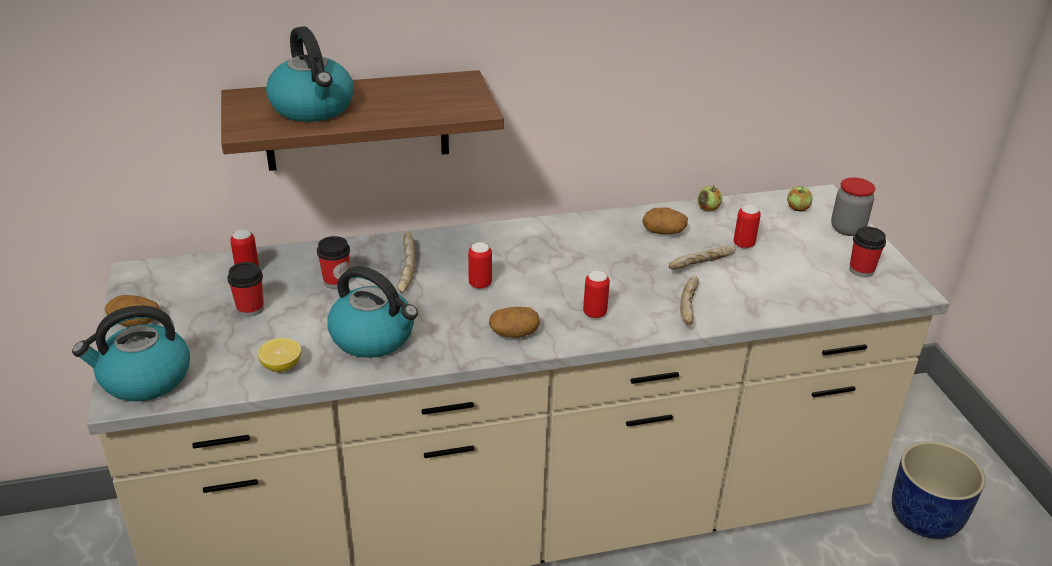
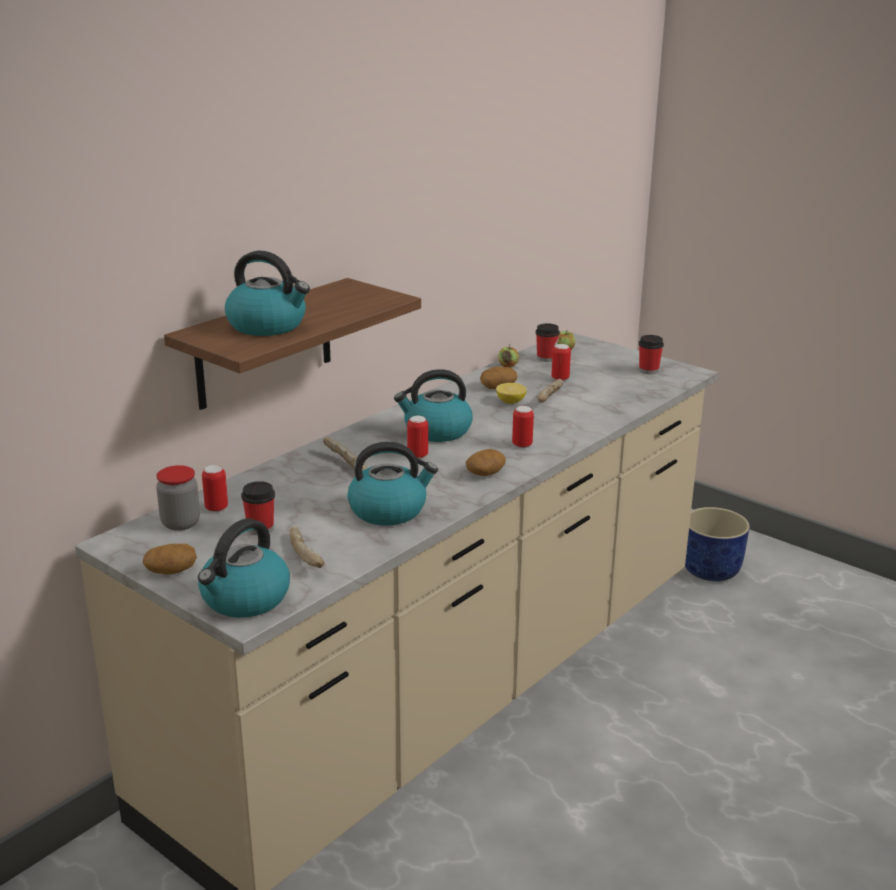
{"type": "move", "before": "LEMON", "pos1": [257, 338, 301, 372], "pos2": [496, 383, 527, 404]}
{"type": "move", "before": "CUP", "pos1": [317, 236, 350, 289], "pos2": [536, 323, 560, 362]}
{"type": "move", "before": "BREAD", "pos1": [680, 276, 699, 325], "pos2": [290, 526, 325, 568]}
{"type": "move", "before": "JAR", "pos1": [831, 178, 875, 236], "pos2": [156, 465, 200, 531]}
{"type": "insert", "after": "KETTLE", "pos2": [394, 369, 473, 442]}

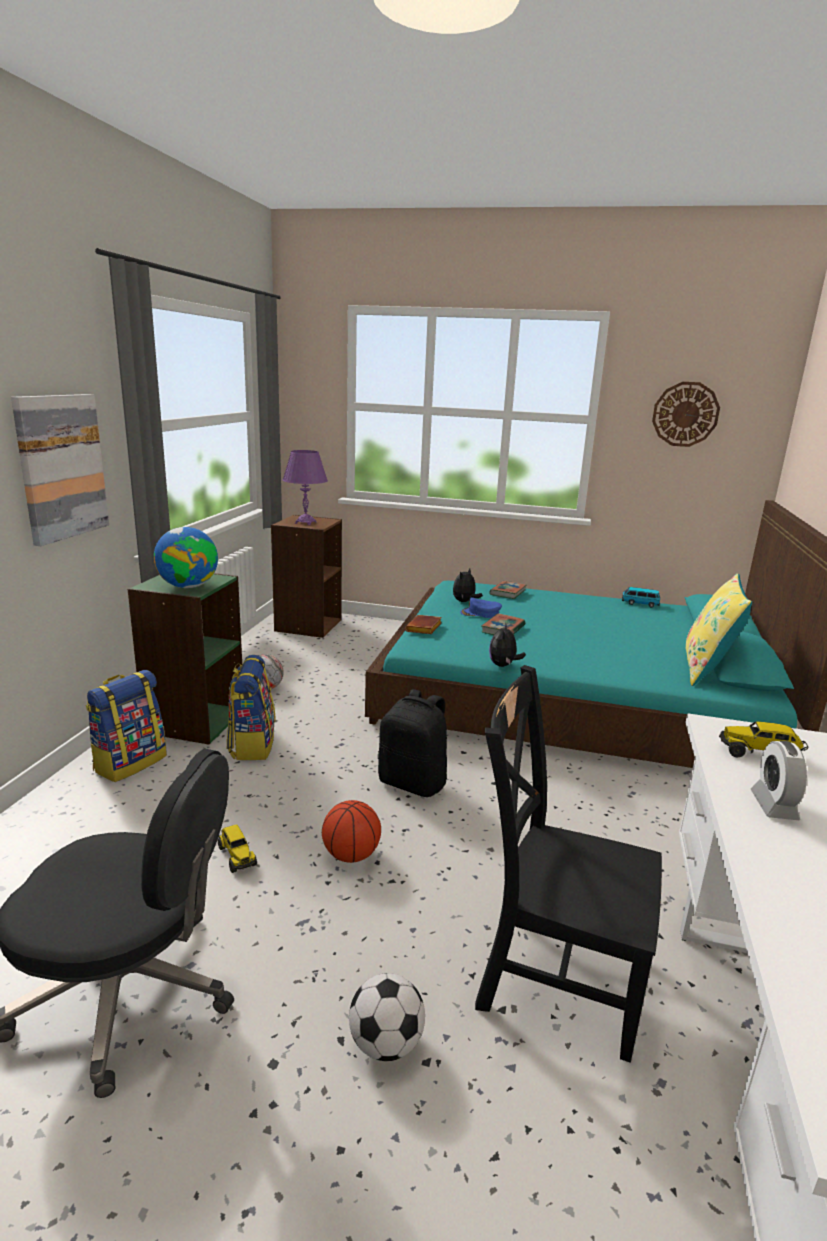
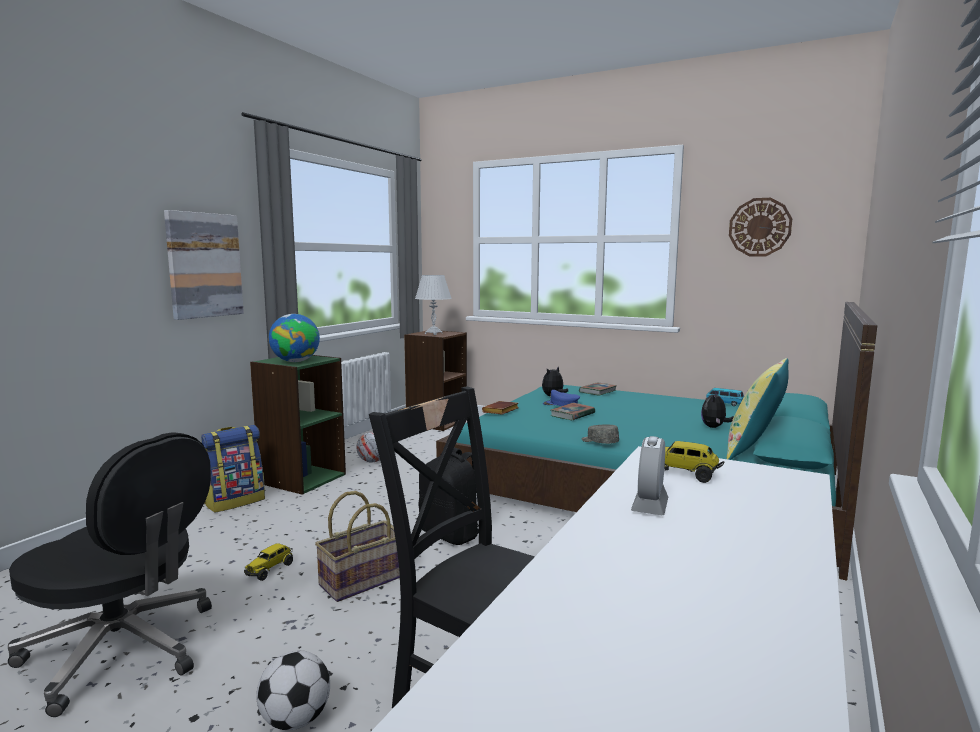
{"type": "rotate", "before": "TOY TRUCK", "pos1": [218, 825, 257, 873], "pos2": [244, 543, 293, 581], "turn": 45}
{"type": "delete", "before": "BACKPACK", "pos1": [227, 655, 276, 760]}
{"type": "recolor", "before": "PURPLE TABLE LAMP", "after": "WHITE TABLE LAMP", "pos1": [283, 450, 328, 525], "pos2": [415, 275, 452, 335]}
{"type": "replace", "before": "BASKETBALL", "after": "BASKET", "pos1": [322, 800, 381, 863], "pos2": [315, 491, 400, 602]}
{"type": "move", "before": "PLUSH TOY", "pos1": [489, 622, 526, 667], "pos2": [701, 393, 734, 428]}
{"type": "insert", "after": "GREY CAP", "pos2": [581, 425, 619, 444]}

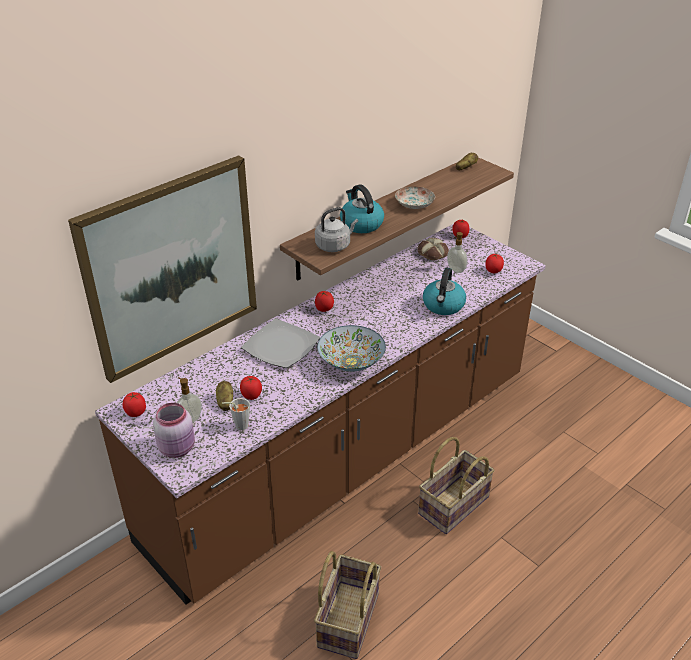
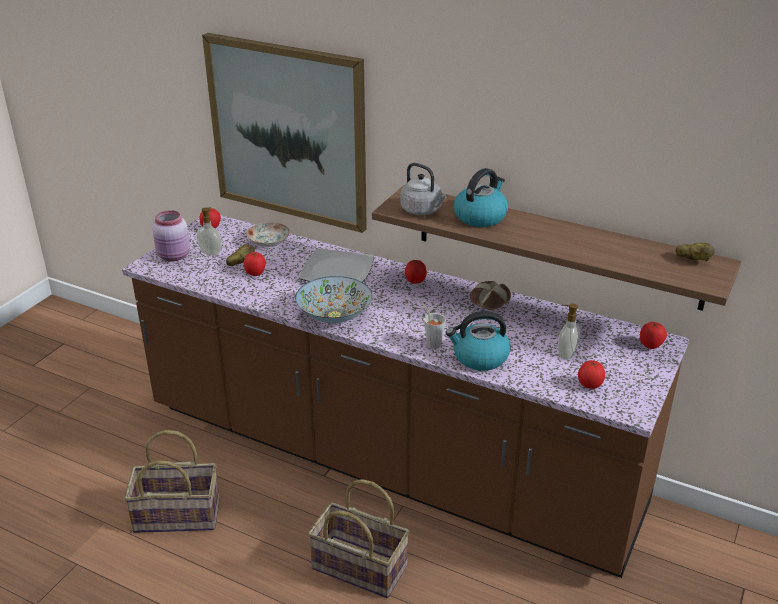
{"type": "move", "before": "GREY CUP", "pos1": [222, 398, 250, 430], "pos2": [422, 304, 446, 348]}
{"type": "move", "before": "PLATE", "pos1": [395, 187, 435, 209], "pos2": [247, 222, 290, 247]}
{"type": "move", "before": "BREAD", "pos1": [418, 238, 449, 260], "pos2": [470, 281, 511, 310]}

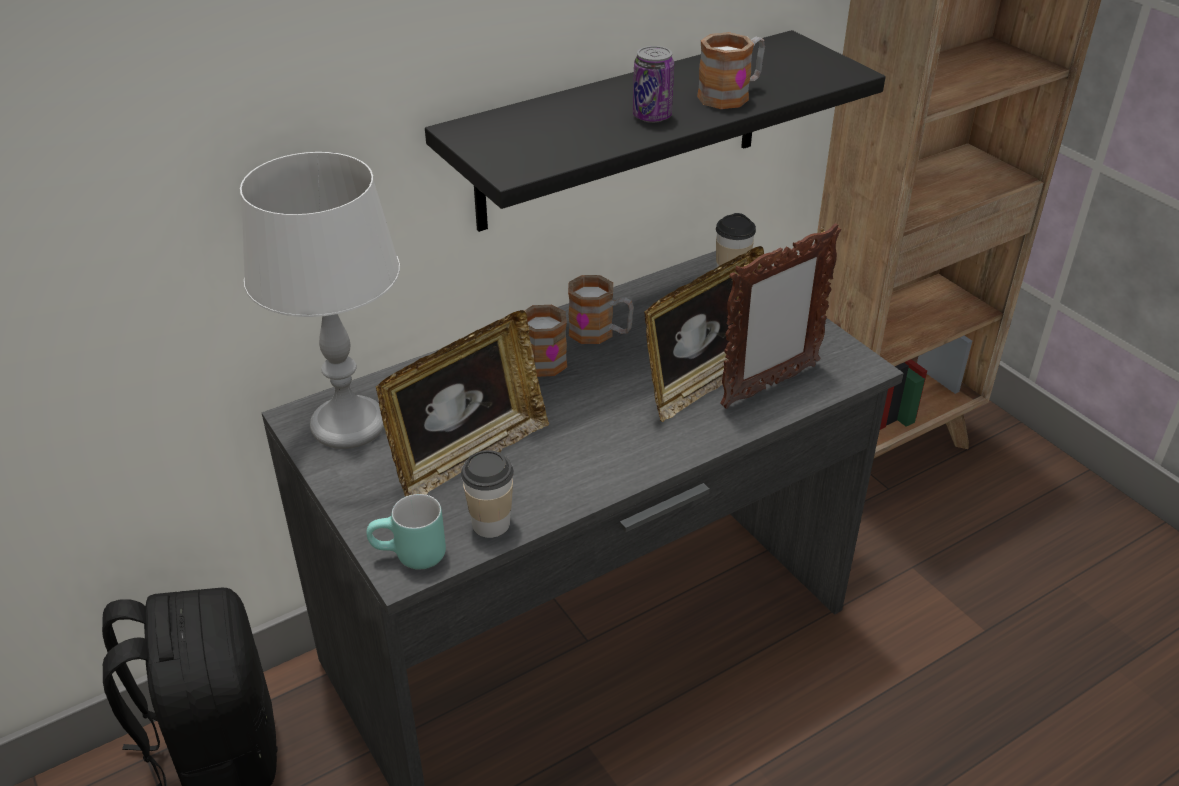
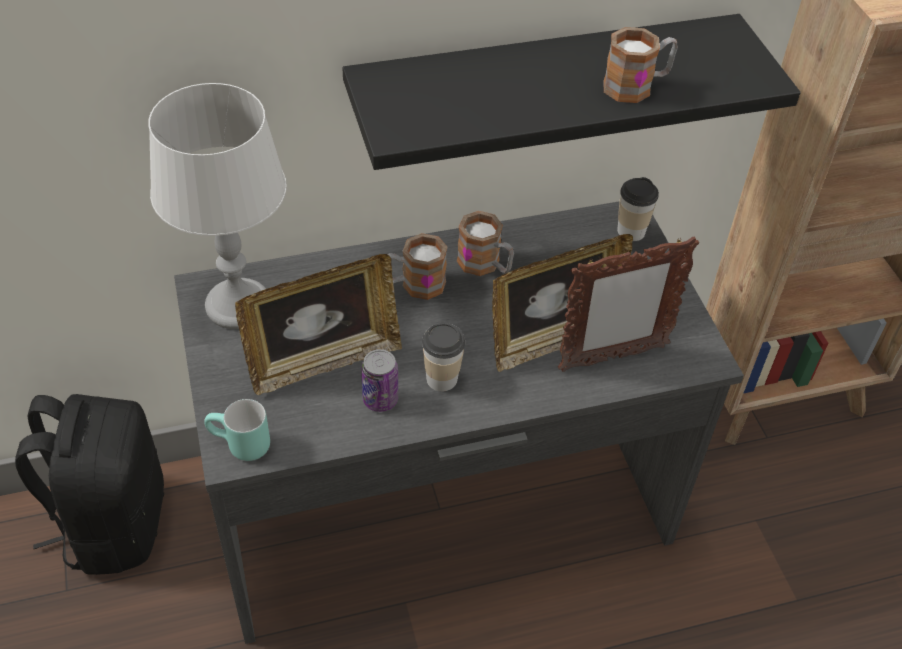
{"type": "move", "before": "CUP", "pos1": [461, 450, 514, 538], "pos2": [422, 323, 465, 392]}
{"type": "move", "before": "CAN", "pos1": [633, 46, 674, 123], "pos2": [361, 349, 398, 412]}

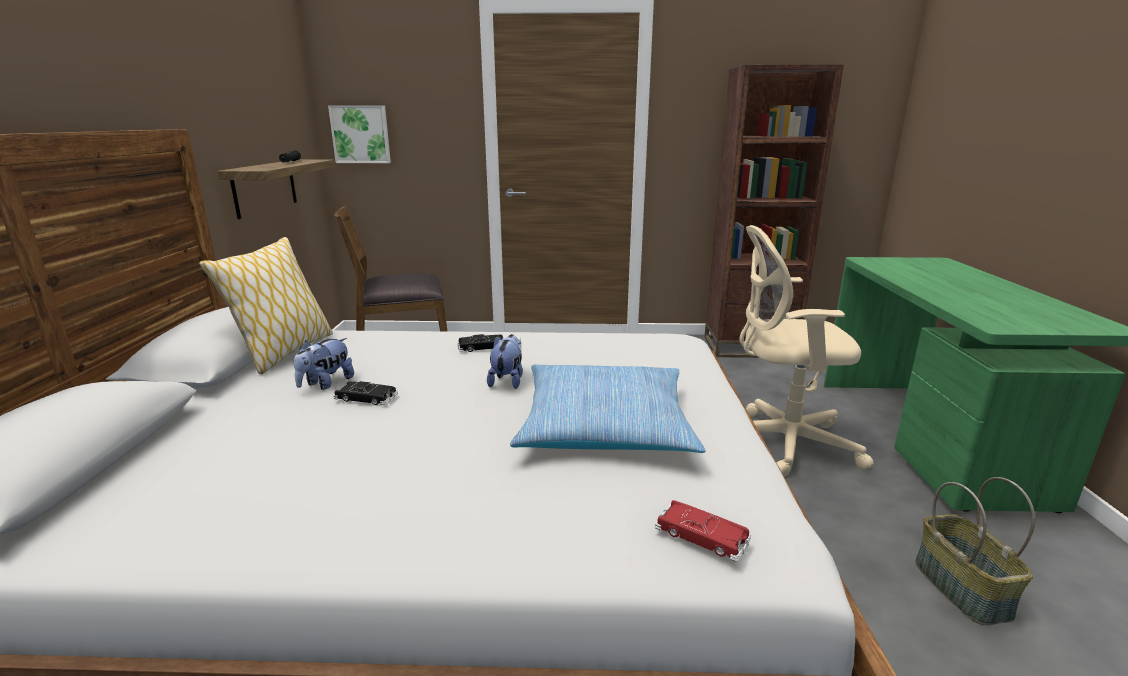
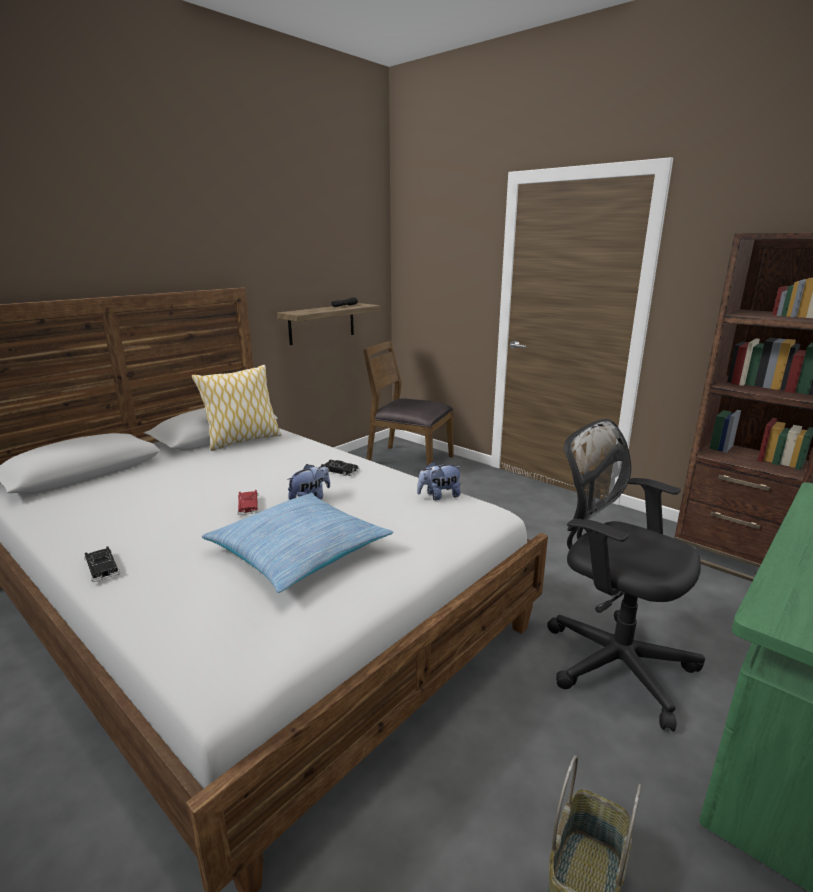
{"type": "move", "before": "PLUSH TOY", "pos1": [294, 338, 354, 390], "pos2": [417, 461, 462, 500]}
{"type": "delete", "before": "PICTURE", "pos1": [328, 105, 391, 163]}
{"type": "move", "before": "BLACK TOY CAR", "pos1": [333, 381, 398, 405], "pos2": [84, 546, 120, 582]}
{"type": "move", "before": "RED TOY CAR", "pos1": [654, 500, 751, 562], "pos2": [237, 490, 259, 515]}
{"type": "recolor", "before": "BEIGE OFFICE CHAIR", "after": "BLACK OFFICE CHAIR", "pos1": [739, 225, 873, 477], "pos2": [547, 419, 705, 732]}

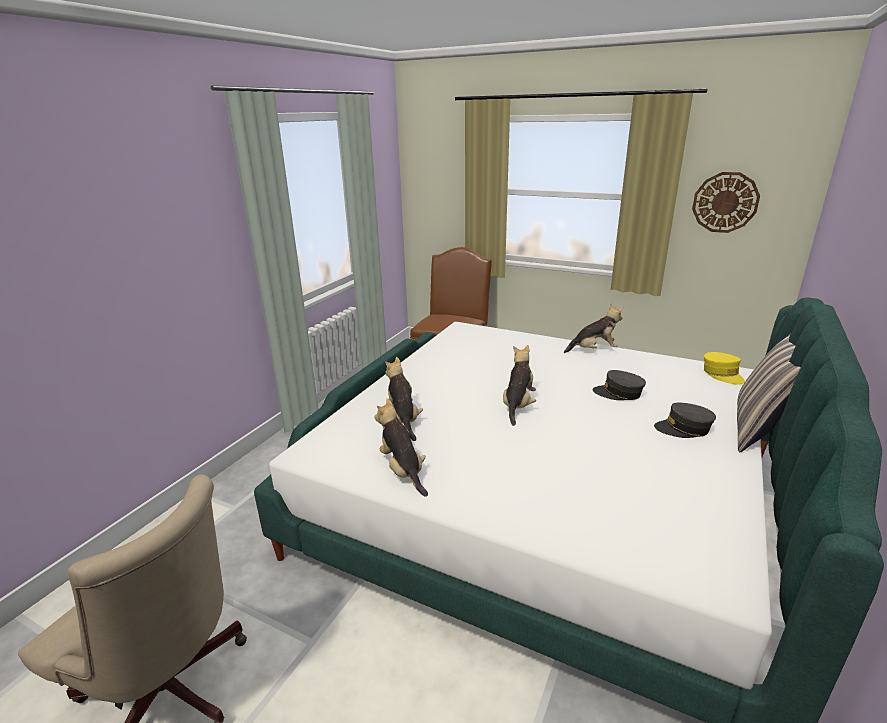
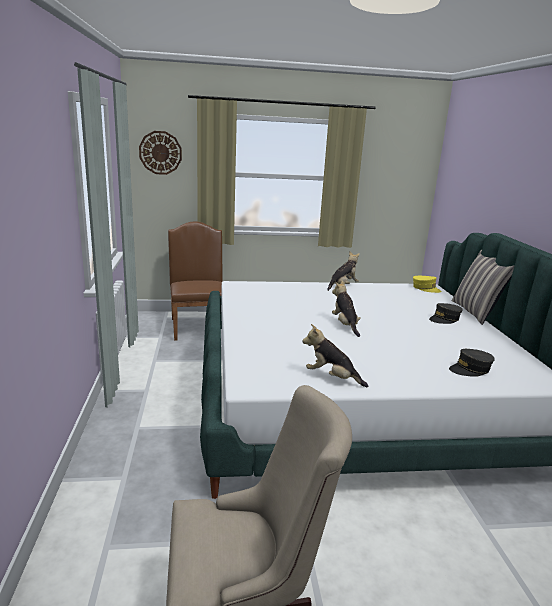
{"type": "delete", "before": "PLUSH TOY", "pos1": [385, 357, 423, 441]}
{"type": "move", "before": "GREY CAP", "pos1": [593, 370, 646, 400], "pos2": [449, 349, 495, 377]}
{"type": "move", "before": "WALL CLOCK", "pos1": [692, 172, 760, 233], "pos2": [139, 131, 182, 175]}

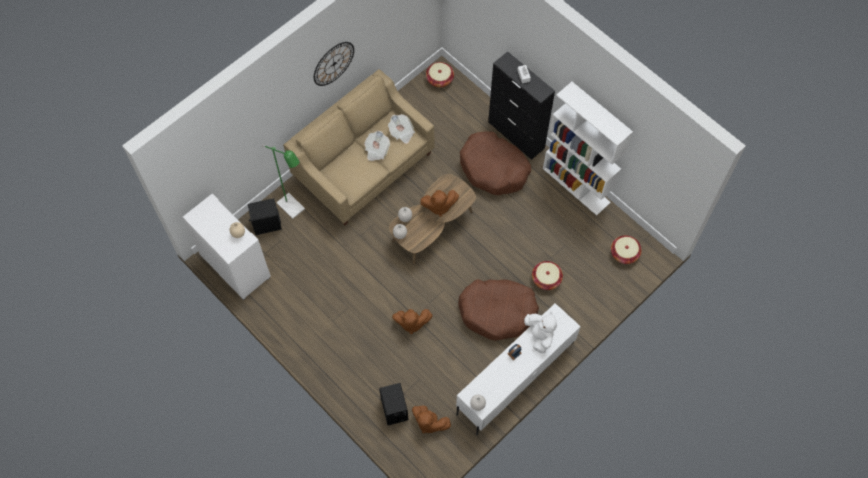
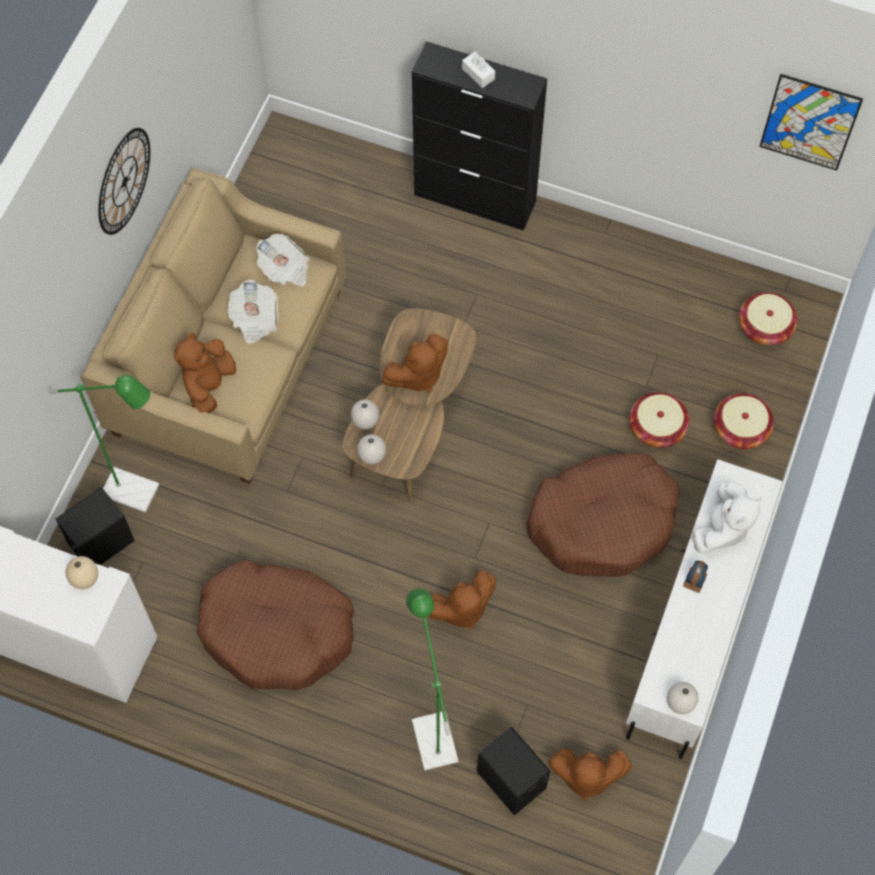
{"type": "move", "before": "BASKET", "pos1": [426, 62, 454, 87], "pos2": [714, 393, 774, 449]}
{"type": "move", "before": "BROWN DOG BED", "pos1": [460, 131, 531, 195], "pos2": [196, 560, 354, 690]}
{"type": "rotate", "before": "WHITE PLUSH TOY", "pos1": [524, 312, 557, 353], "pos2": [693, 482, 761, 554], "turn": 75}
{"type": "delete", "before": "WHITE BOOKCASE", "pos1": [543, 82, 633, 215]}
{"type": "insert", "after": "BROWN PLUSH TOY", "pos2": [174, 333, 236, 413]}
{"type": "insert", "after": "GREEN FLOOR LAMP", "pos2": [406, 588, 458, 771]}
{"type": "insert", "after": "PICTURE", "pos2": [759, 74, 863, 171]}

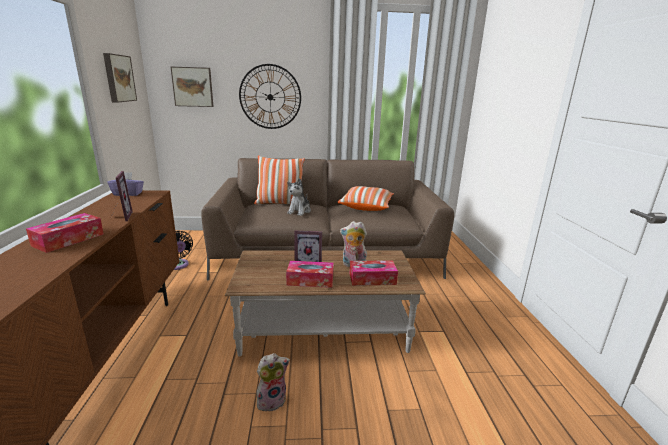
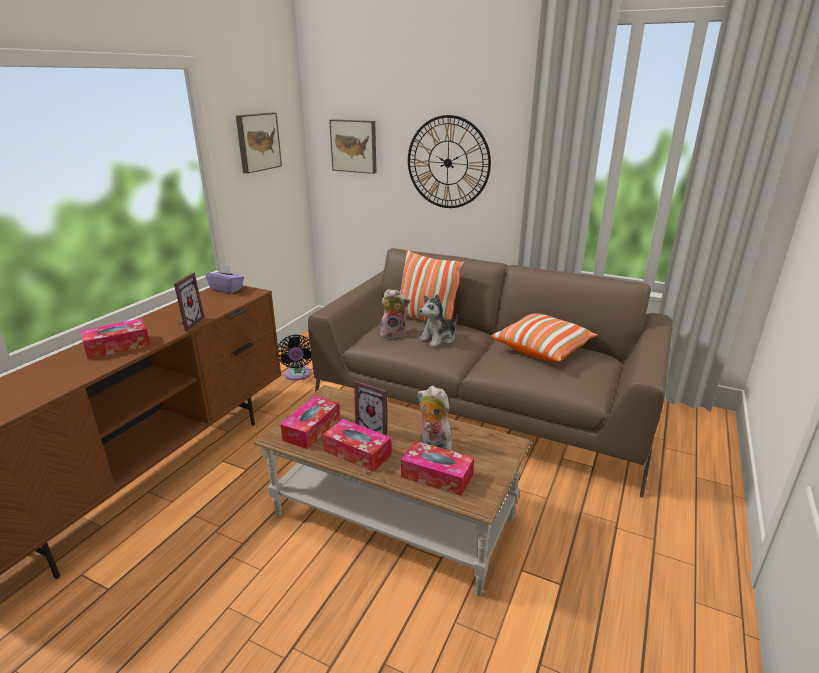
{"type": "move", "before": "PLUSH TOY", "pos1": [256, 353, 290, 411], "pos2": [381, 289, 410, 339]}
{"type": "insert", "after": "TISSUE BOX", "pos2": [280, 396, 340, 449]}

